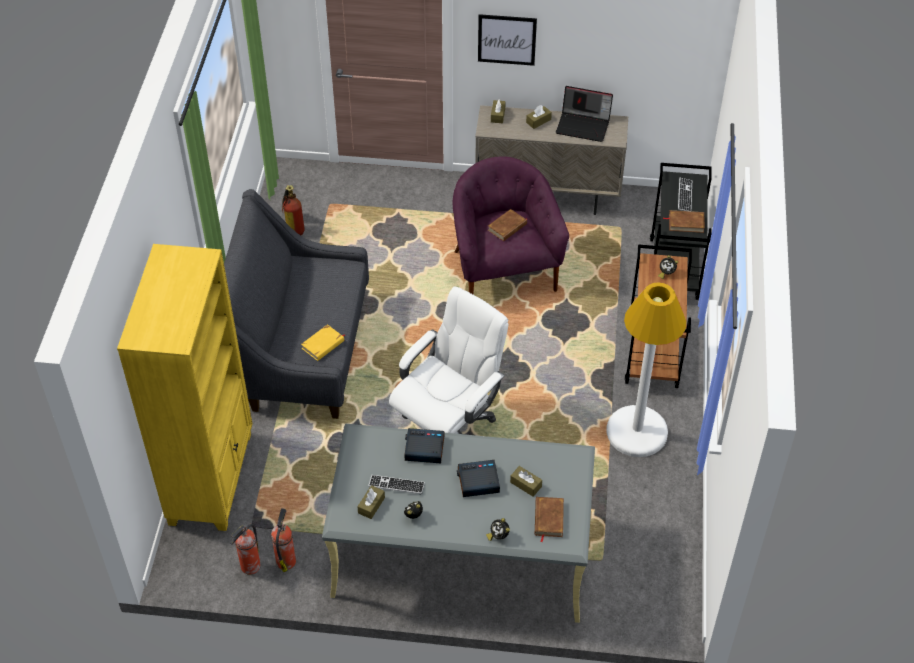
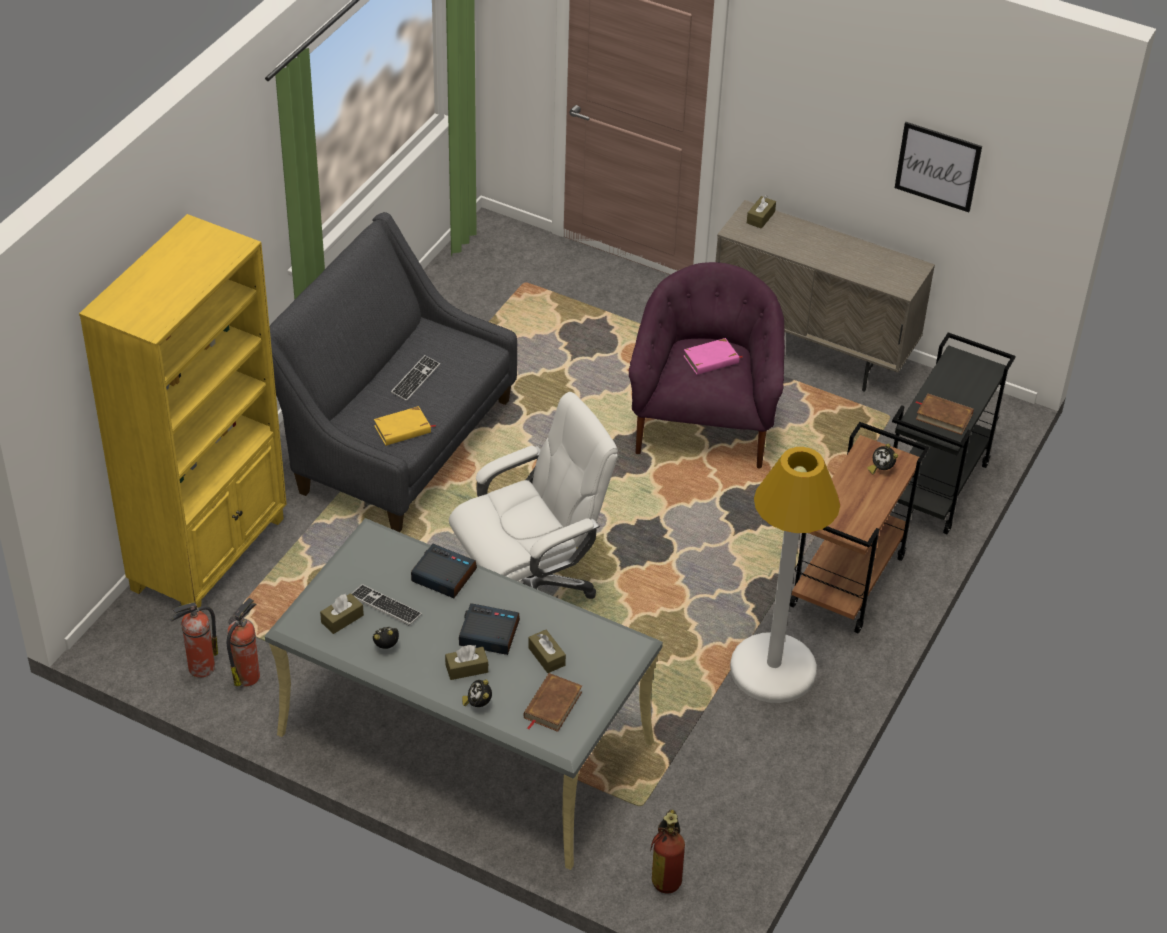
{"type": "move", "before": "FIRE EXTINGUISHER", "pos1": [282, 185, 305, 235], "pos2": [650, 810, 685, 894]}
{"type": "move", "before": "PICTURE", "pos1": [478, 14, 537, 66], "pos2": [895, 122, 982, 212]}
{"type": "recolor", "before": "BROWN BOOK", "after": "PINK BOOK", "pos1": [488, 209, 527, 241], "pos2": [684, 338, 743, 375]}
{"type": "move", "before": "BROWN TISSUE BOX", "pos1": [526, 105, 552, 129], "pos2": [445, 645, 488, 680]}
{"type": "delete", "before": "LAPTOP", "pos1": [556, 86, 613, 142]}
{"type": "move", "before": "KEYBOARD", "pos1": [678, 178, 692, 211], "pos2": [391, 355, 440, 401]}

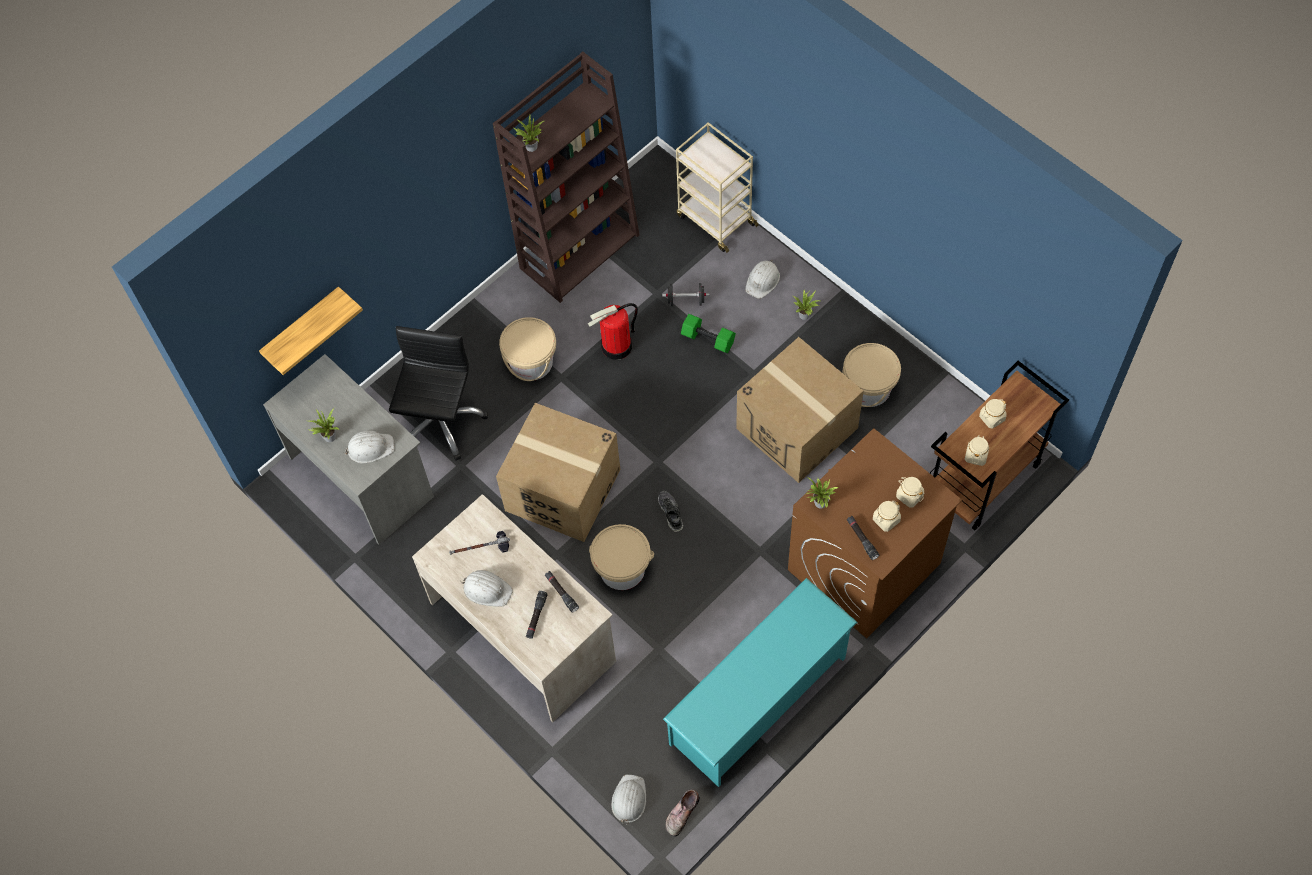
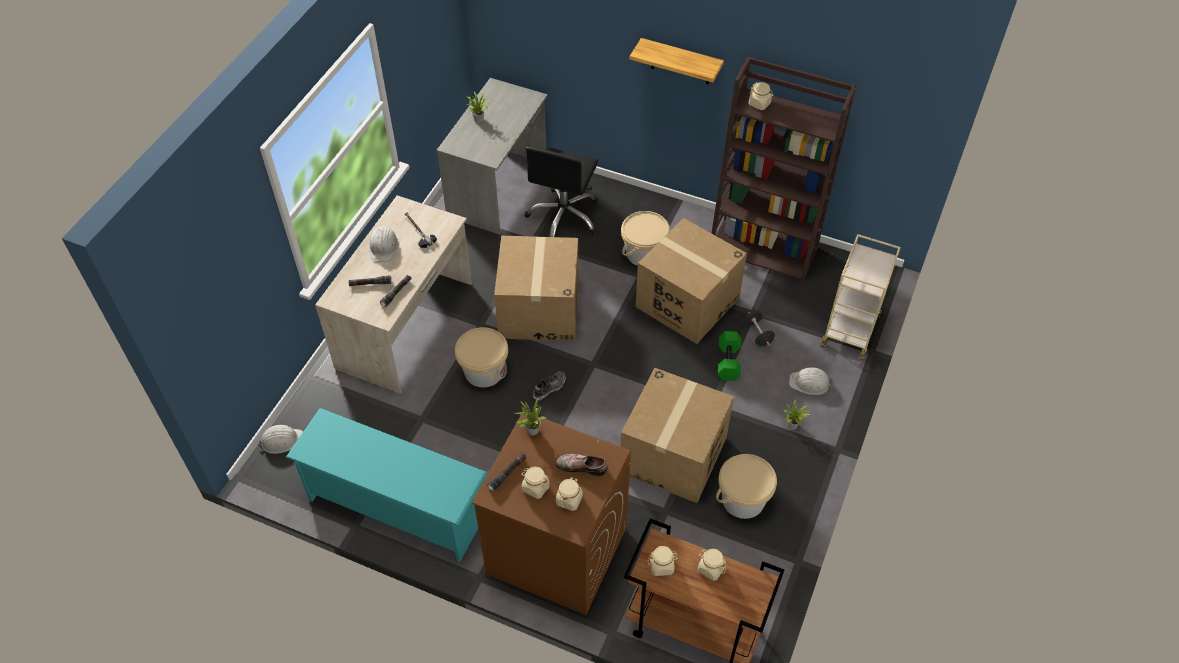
{"type": "move", "before": "SHELF", "pos1": [259, 287, 363, 375], "pos2": [630, 38, 724, 84]}
{"type": "delete", "before": "WHITE HARD HAT", "pos1": [344, 431, 395, 464]}
{"type": "rotate", "before": "BLACK OFFICE CHAIR", "pos1": [389, 326, 488, 461], "pos2": [525, 147, 598, 237], "turn": 120}
{"type": "replace", "before": "POTTED PLANT", "after": "BEIGE JAR", "pos1": [514, 115, 544, 152], "pos2": [749, 82, 773, 110]}
{"type": "replace", "before": "FIRE EXTINGUISHER", "after": "CARDBOARD BOX", "pos1": [588, 303, 638, 360], "pos2": [636, 218, 747, 344]}
{"type": "move", "before": "SHOE", "pos1": [665, 790, 700, 837], "pos2": [556, 454, 608, 476]}

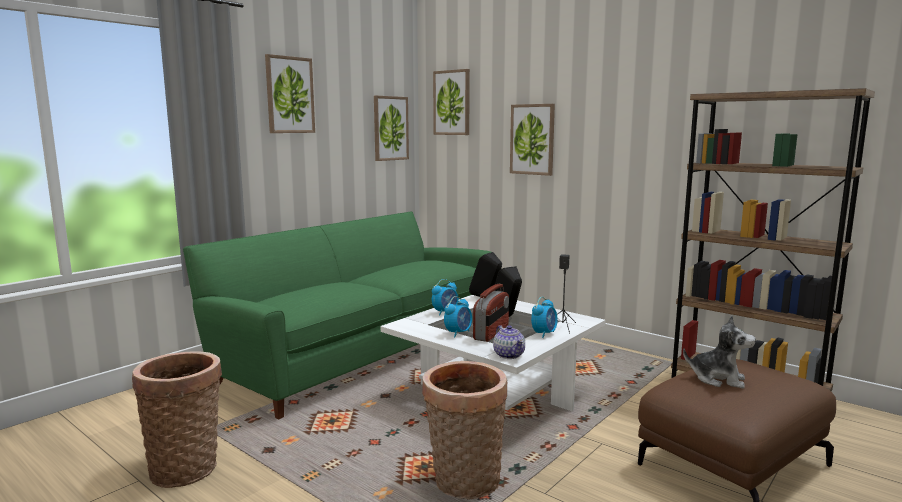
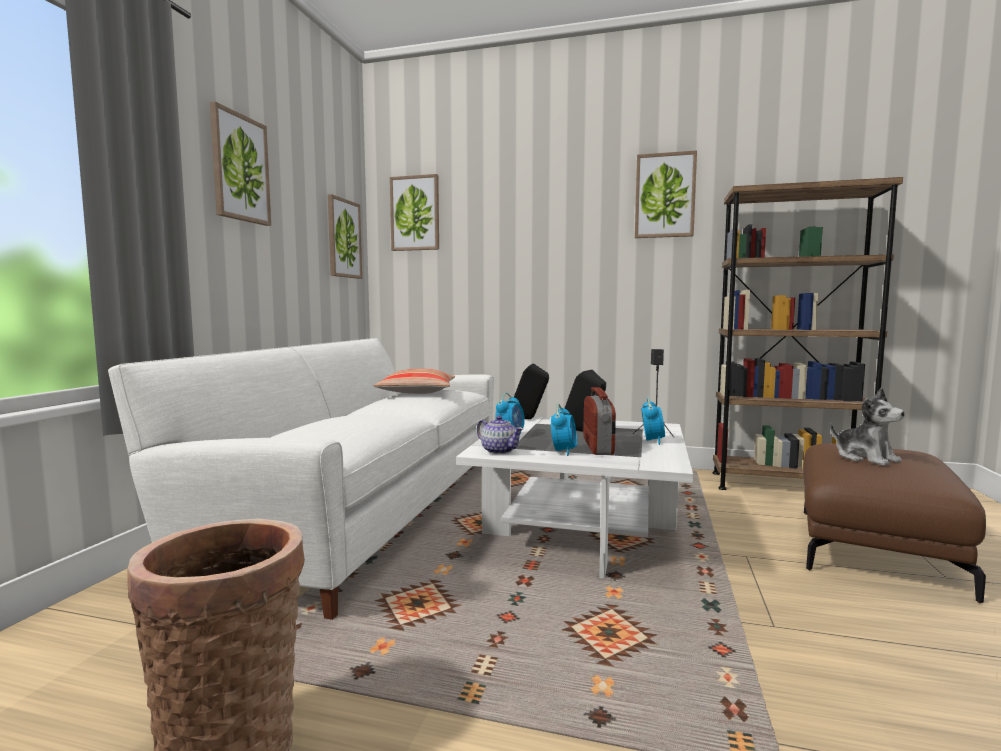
{"type": "recolor", "before": "GREEN SOFA", "after": "WHITE SOFA", "pos1": [183, 211, 491, 419], "pos2": [108, 338, 494, 620]}
{"type": "delete", "before": "BASKET", "pos1": [422, 361, 507, 499]}
{"type": "move", "before": "TEAPOT", "pos1": [493, 325, 525, 359], "pos2": [477, 416, 523, 454]}
{"type": "move", "before": "PICTURE", "pos1": [510, 104, 555, 176], "pos2": [635, 150, 697, 238]}
{"type": "rotate", "before": "PLUSH TOY", "pos1": [683, 315, 756, 389], "pos2": [830, 388, 905, 466], "turn": 60}
{"type": "insert", "after": "PILLOW", "pos2": [373, 369, 455, 394]}

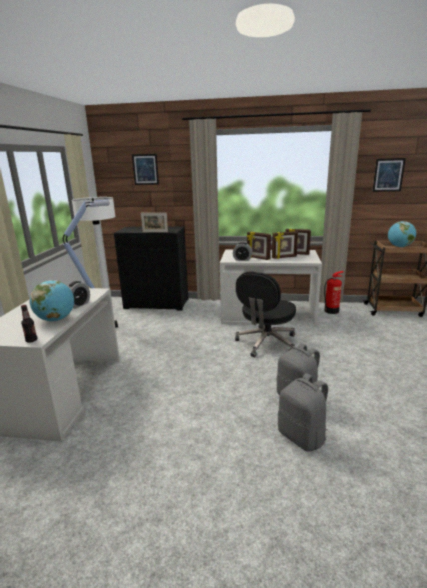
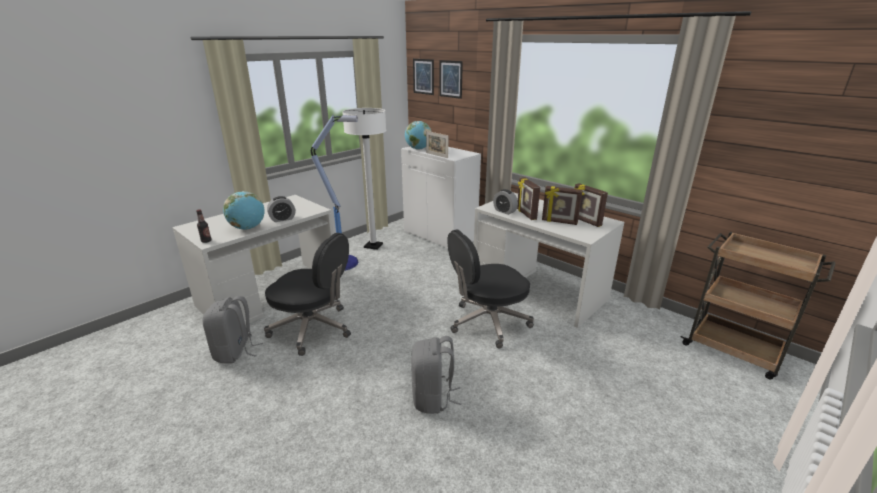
{"type": "recolor", "before": "BLACK CABINET", "after": "WHITE CABINET", "pos1": [114, 226, 188, 311], "pos2": [401, 146, 481, 248]}
{"type": "move", "before": "GREY BACKPACK", "pos1": [278, 373, 328, 452], "pos2": [202, 296, 263, 363]}
{"type": "delete", "before": "FIRE EXTINGUISHER", "pos1": [324, 271, 344, 314]}
{"type": "move", "before": "PICTURE", "pos1": [372, 158, 406, 192], "pos2": [413, 59, 434, 95]}
{"type": "move", "before": "GLOBE", "pos1": [388, 221, 416, 247], "pos2": [405, 121, 432, 150]}
{"type": "insert", "after": "BLACK OFFICE CHAIR", "pos2": [264, 233, 351, 356]}

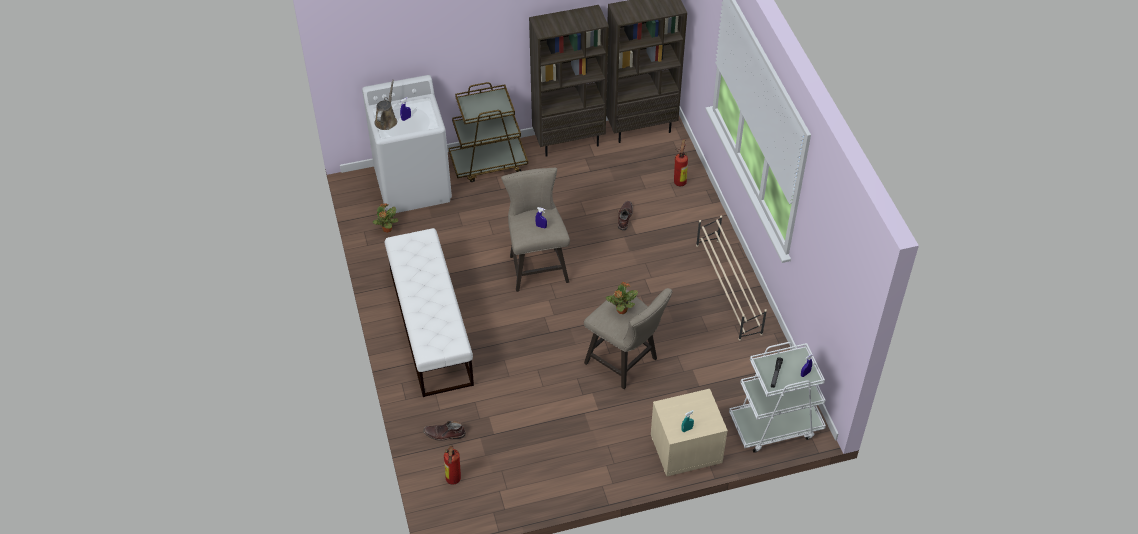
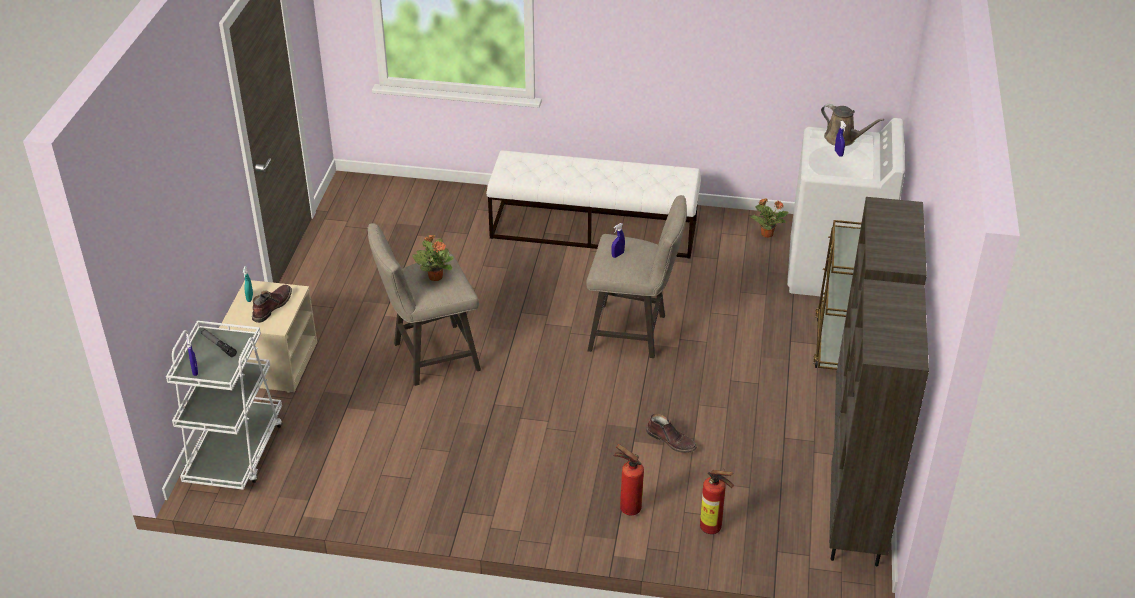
{"type": "move", "before": "BROWN BOOT", "pos1": [423, 421, 466, 441], "pos2": [252, 284, 292, 323]}
{"type": "move", "before": "FIRE EXTINGUISHER", "pos1": [444, 445, 461, 485], "pos2": [613, 444, 644, 515]}
{"type": "delete", "before": "BEIGE SHOE RACK", "pos1": [696, 216, 767, 340]}

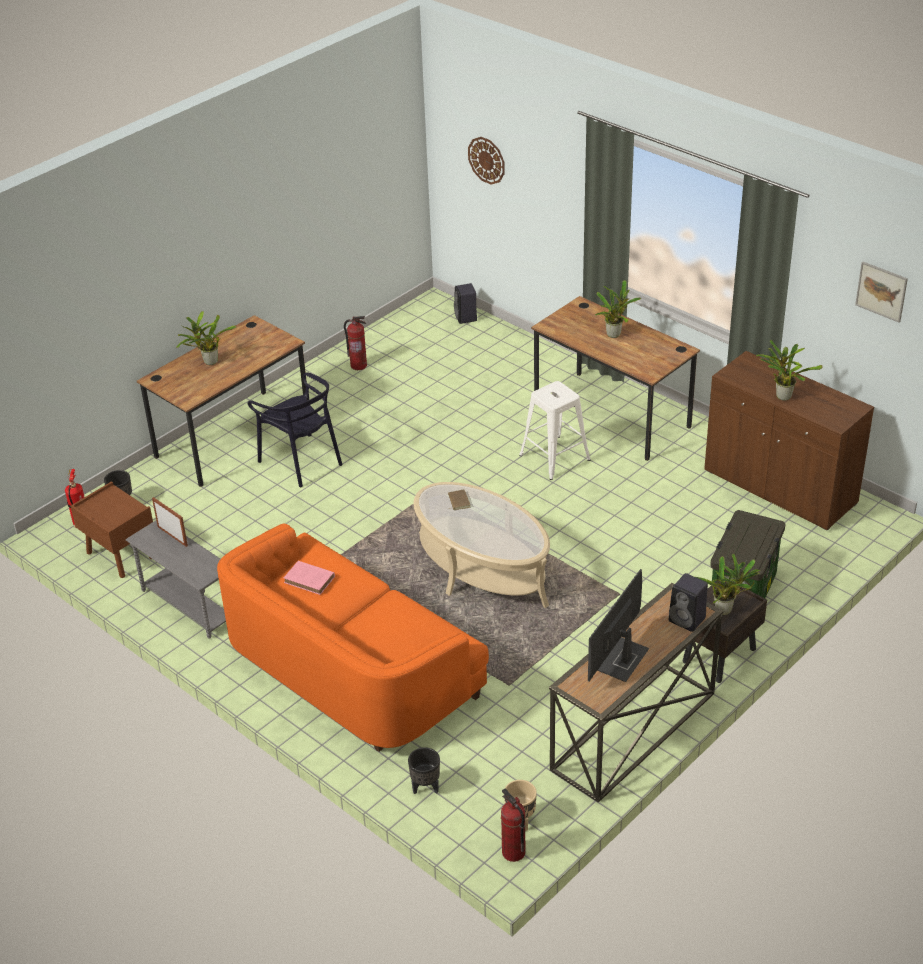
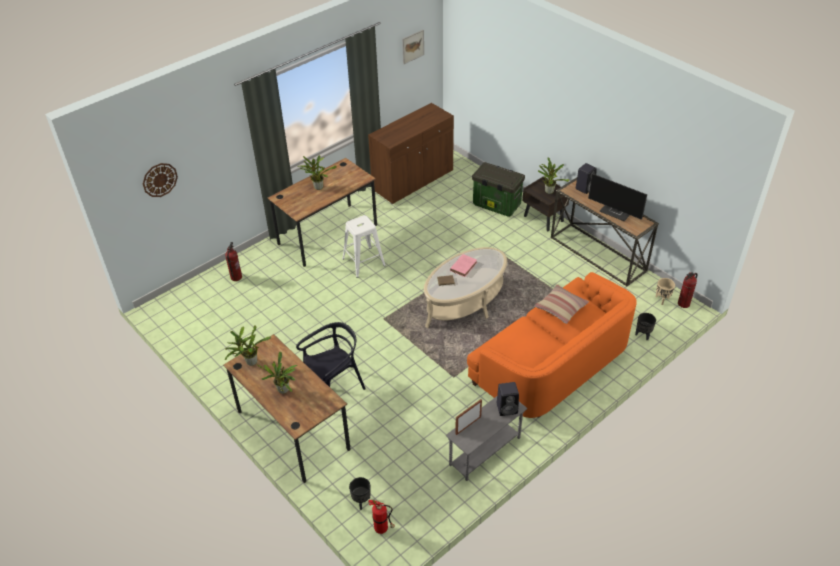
{"type": "delete", "before": "BROWN NIGHTSTAND", "pos1": [70, 481, 153, 578]}
{"type": "move", "before": "PINK BOOK", "pos1": [284, 561, 335, 595], "pos2": [450, 254, 477, 277]}
{"type": "move", "before": "FIRE EXTINGUISHER", "pos1": [344, 316, 367, 370], "pos2": [225, 242, 242, 281]}
{"type": "move", "before": "BLACK SPEAKER", "pos1": [454, 283, 477, 324], "pos2": [497, 382, 519, 416]}
{"type": "move", "before": "POTTED PLANT", "pos1": [756, 340, 823, 401], "pos2": [225, 325, 271, 366]}
{"type": "insert", "after": "PILLOW", "pos2": [534, 284, 589, 324]}

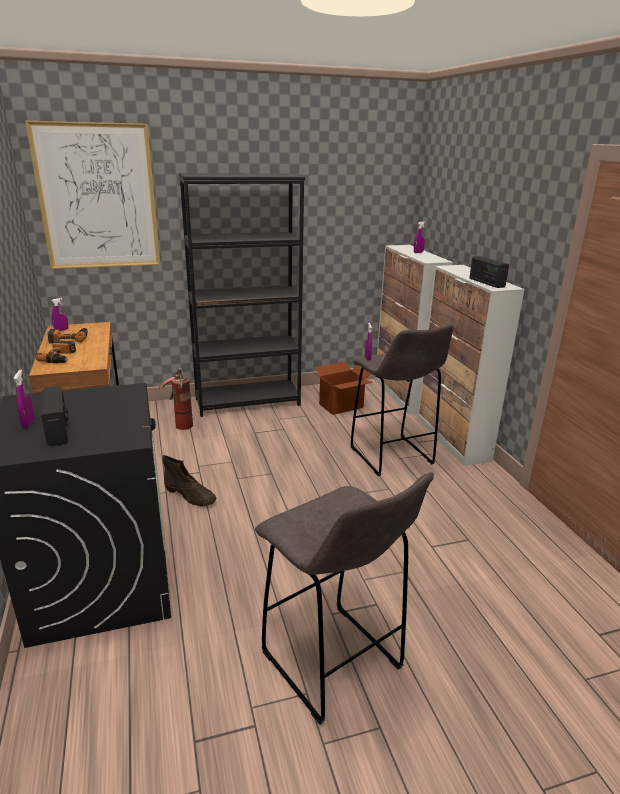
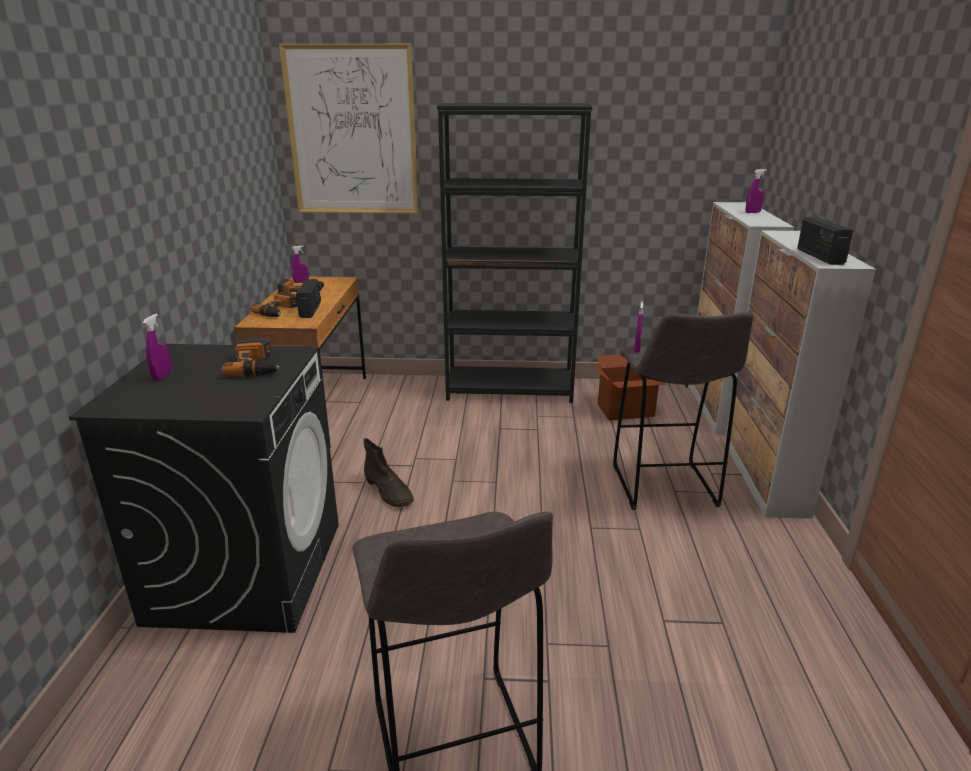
{"type": "move", "before": "RADIO", "pos1": [41, 386, 68, 446], "pos2": [296, 279, 321, 318]}
{"type": "delete", "before": "FIRE EXTINGUISHER", "pos1": [159, 368, 193, 430]}
{"type": "insert", "after": "POWER DRILL", "pos2": [222, 338, 280, 377]}

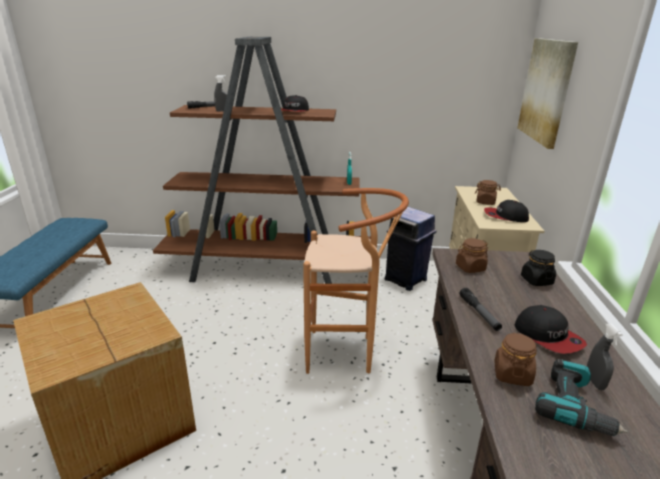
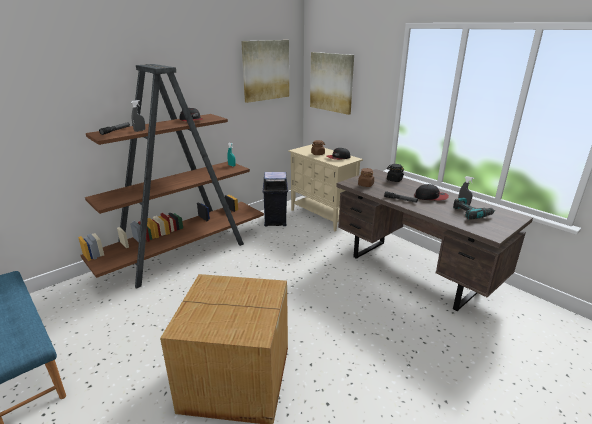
{"type": "delete", "before": "BROWN STOOL", "pos1": [303, 188, 409, 374]}
{"type": "delete", "before": "BROWN JAR", "pos1": [494, 332, 537, 386]}
{"type": "insert", "after": "PICTURE", "pos2": [241, 40, 289, 103]}

